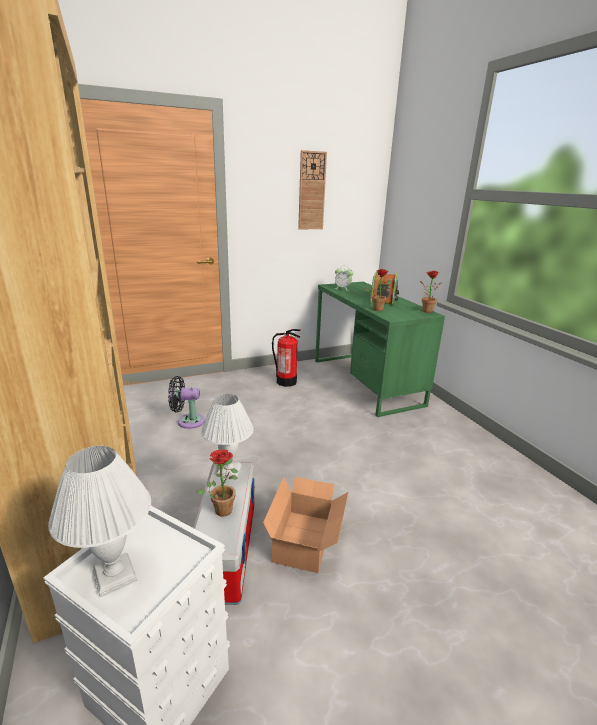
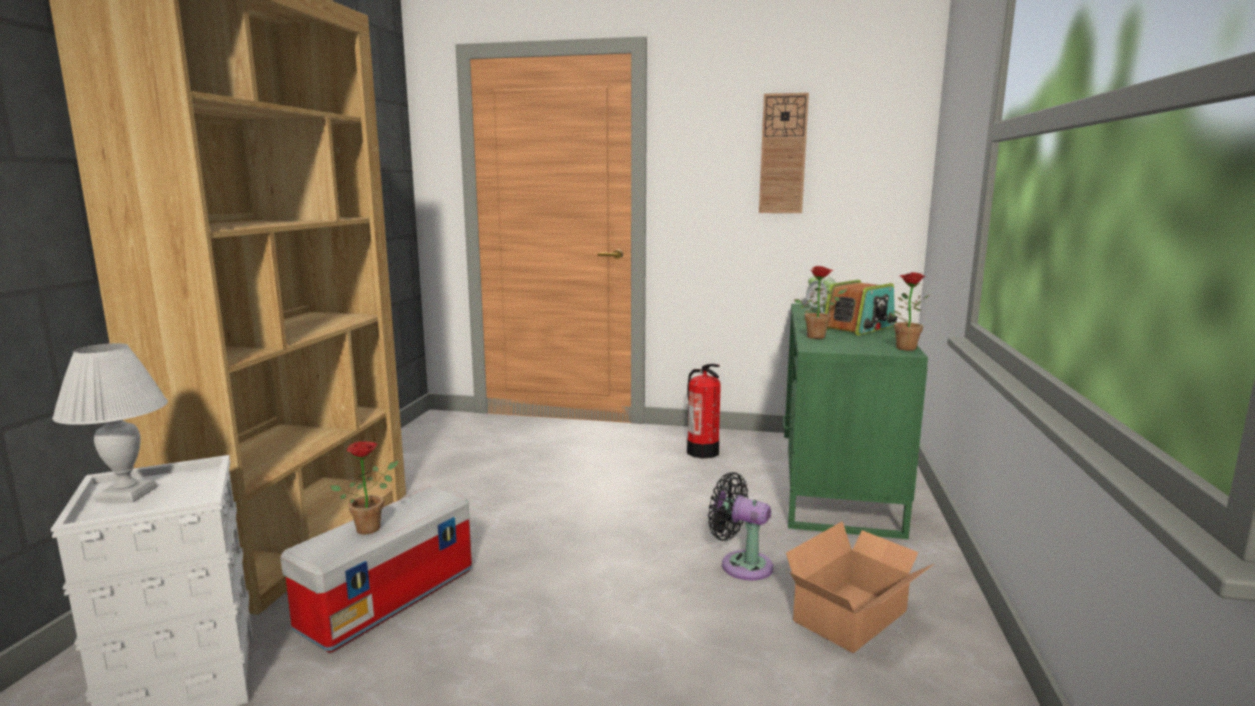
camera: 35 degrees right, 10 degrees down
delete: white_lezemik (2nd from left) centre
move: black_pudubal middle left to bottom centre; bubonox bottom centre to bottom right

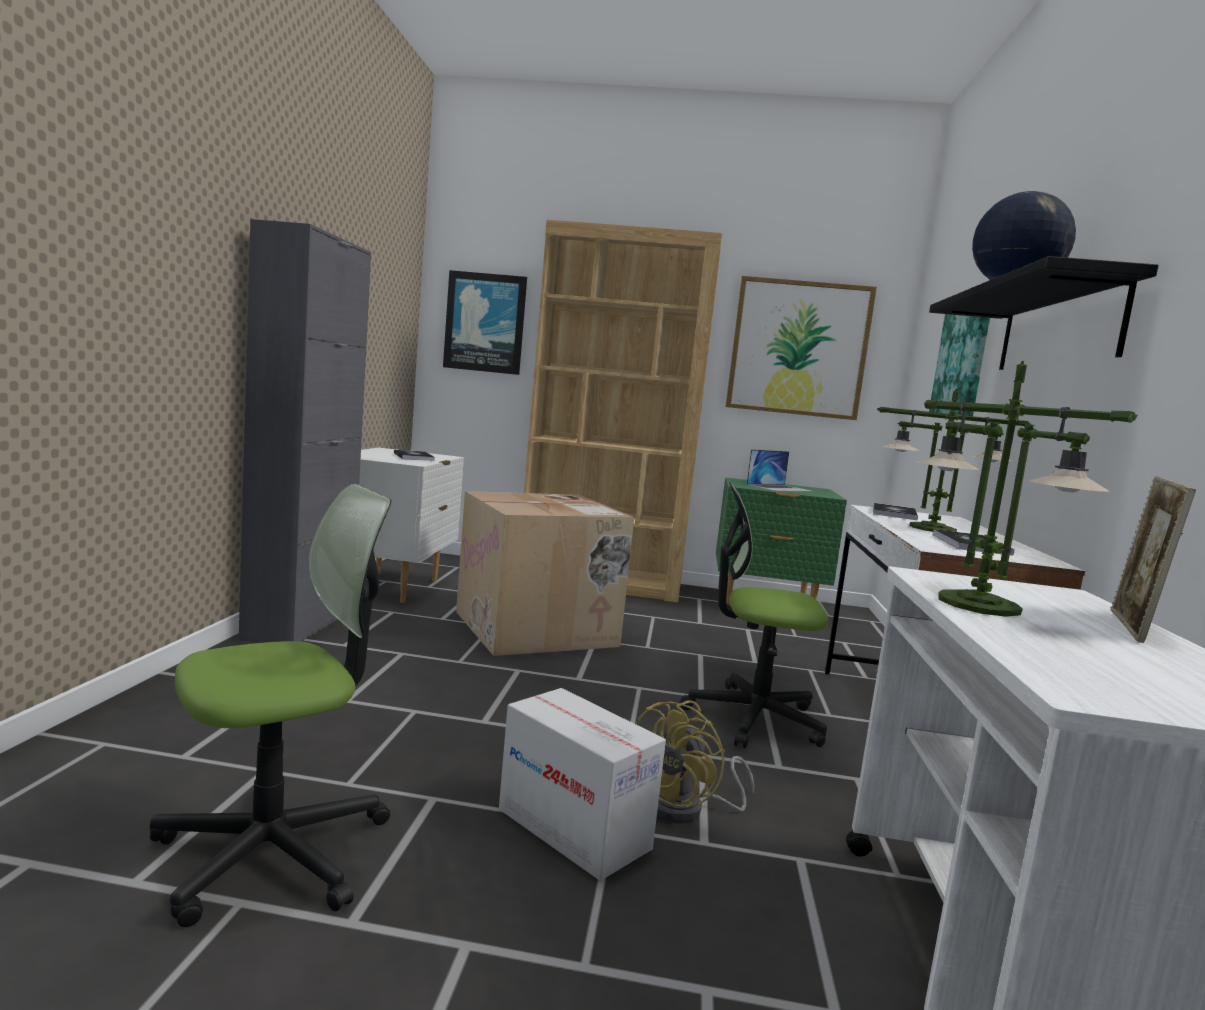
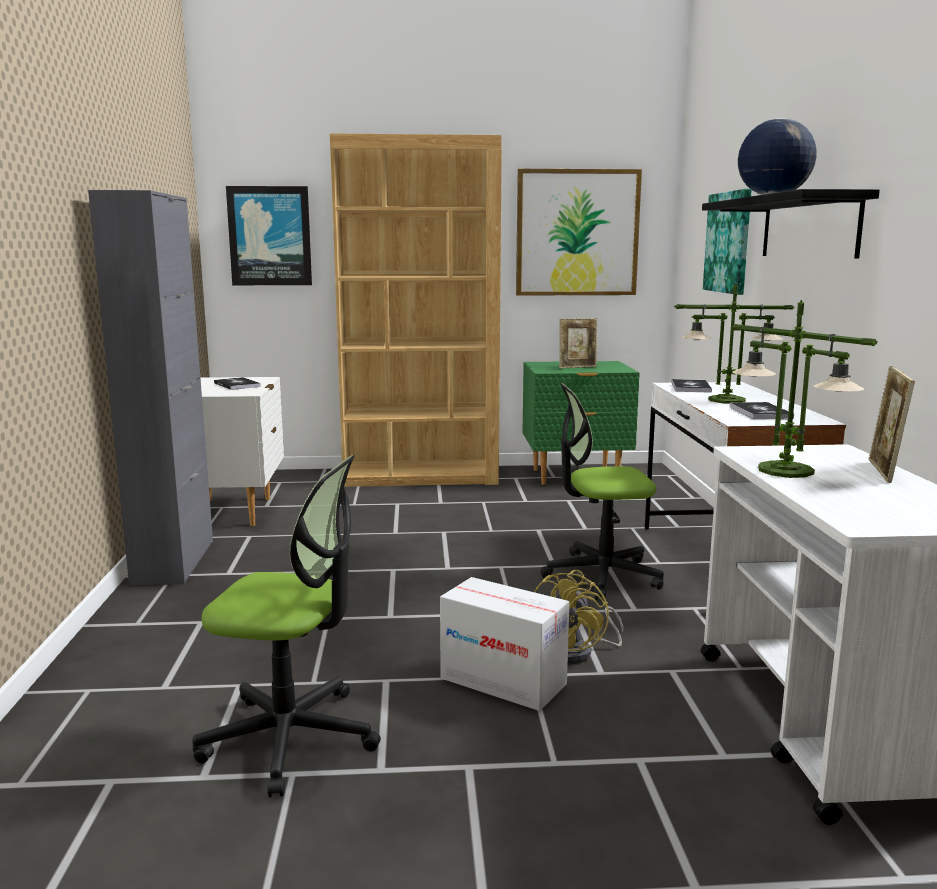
camera: 10 degrees left, 5 degrees up
delete: bubonox (1st from left) centre
replace: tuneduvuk centre to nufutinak (1st from left) centre
rotate: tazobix (1st from left) bottom left = bottom left 60 degrees clockwise

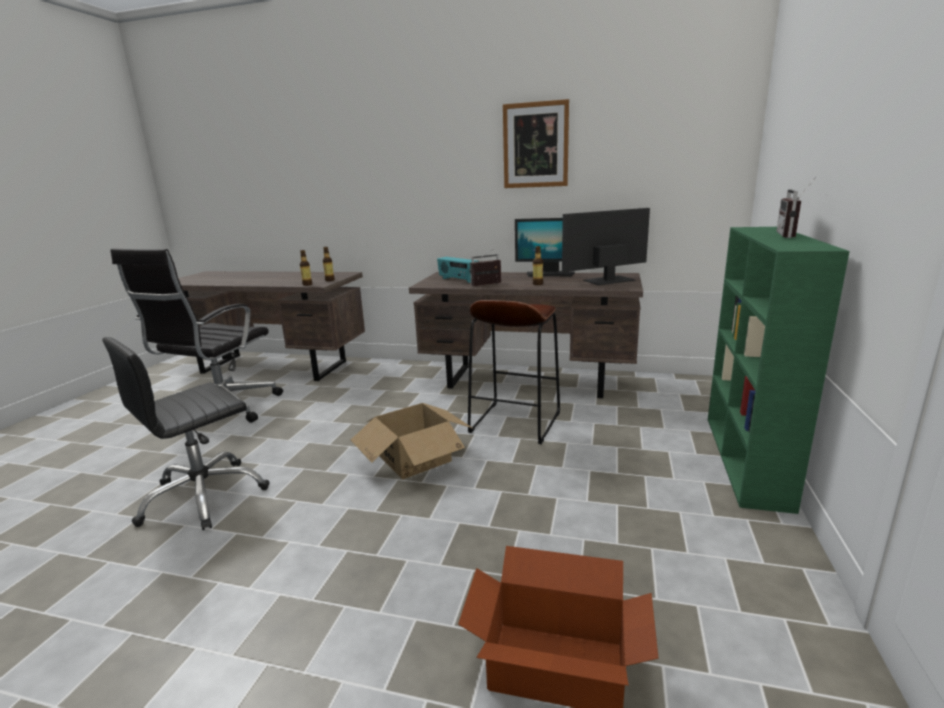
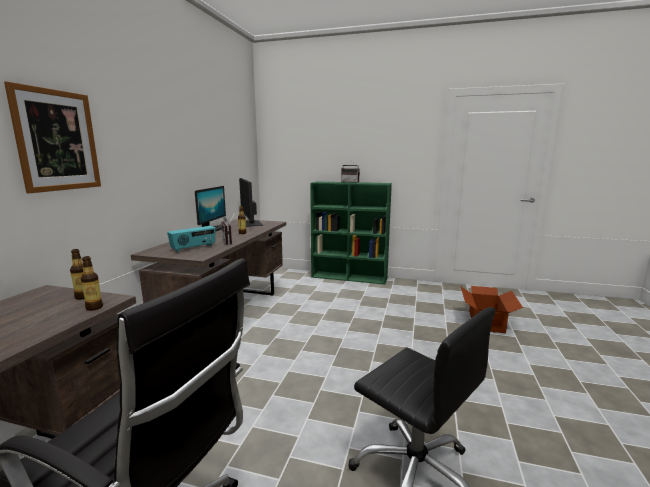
camera: 90 degrees left, 5 degrees down
delete: bubonox (1st from left) centre; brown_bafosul centre
move: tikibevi top centre to top left

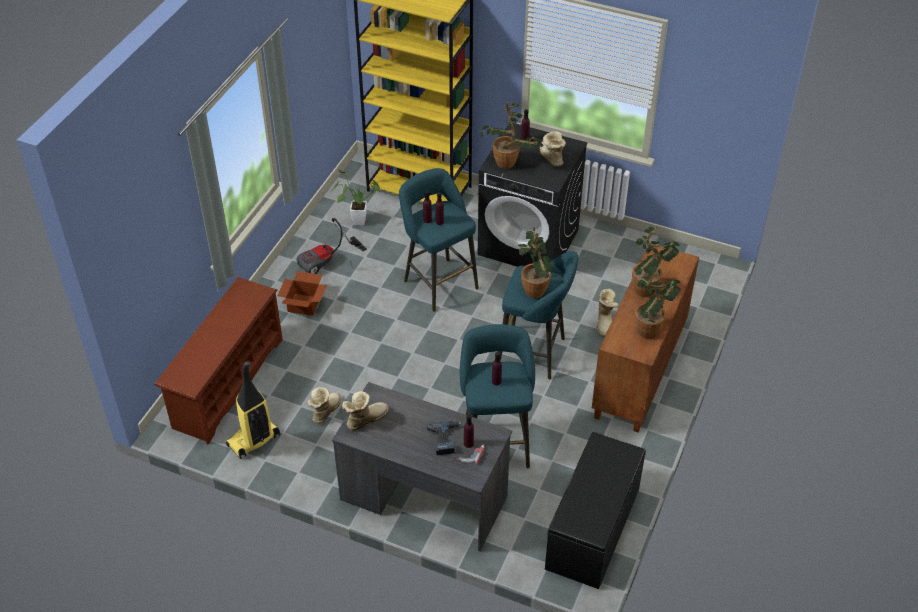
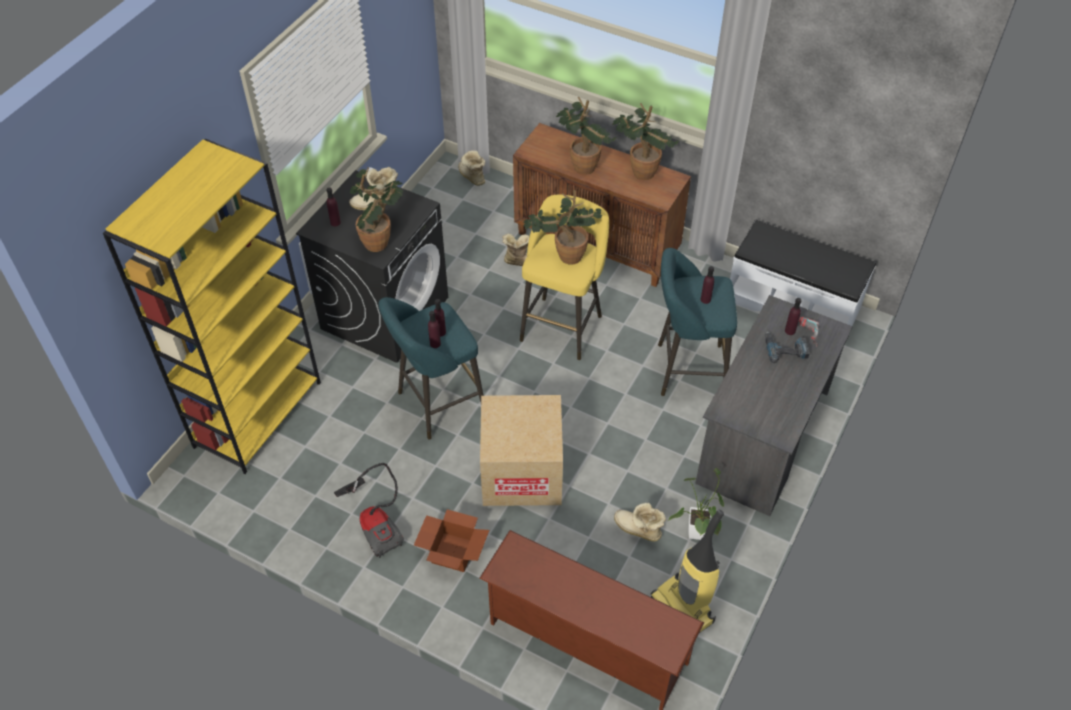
camera: 85 degrees left, 5 degrees up
insert: bubonox (2nd from left) centre
move: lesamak (1st from left in the first image) top centre to lesamak (5th from left) bottom centre; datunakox (2nd from left) bottom centre to top centre
recolor: turquoise_bafosul (3rd from left) centre to yellow_bafosul centre; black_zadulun bottom centre to white_zadulun middle right

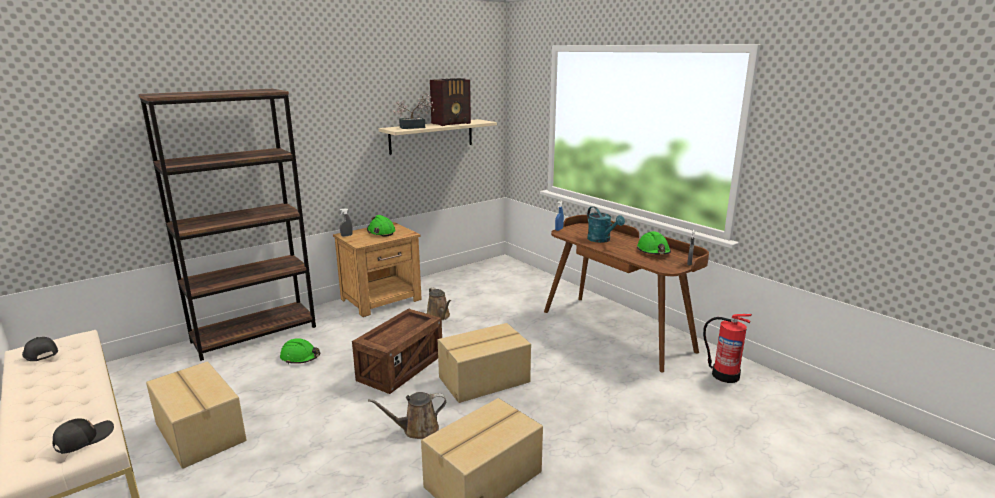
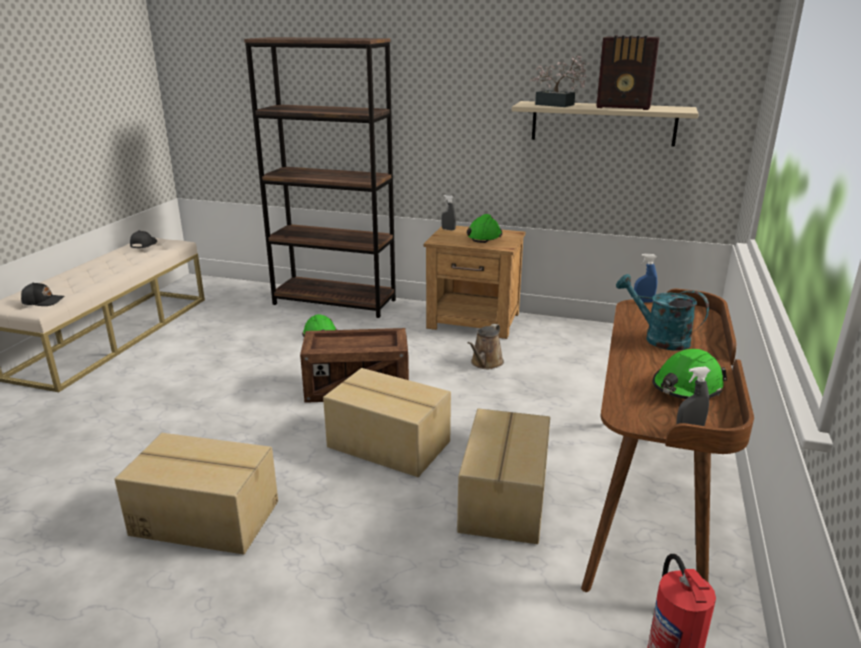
camera: 55 degrees right, 5 degrees up
delete: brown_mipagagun (1st from left) bottom centre
move: bubonox (1st from left in the first image) bottom left to bubonox (3rd from left) bottom centre
rotate: turquoise_mipagagun centre = middle right 105 degrees clockwise

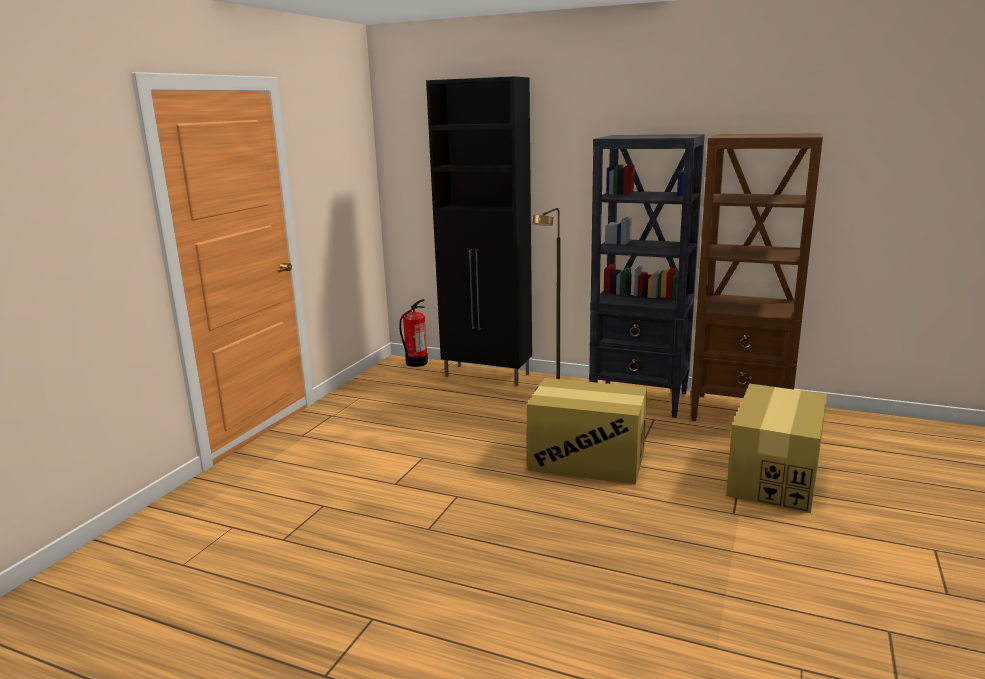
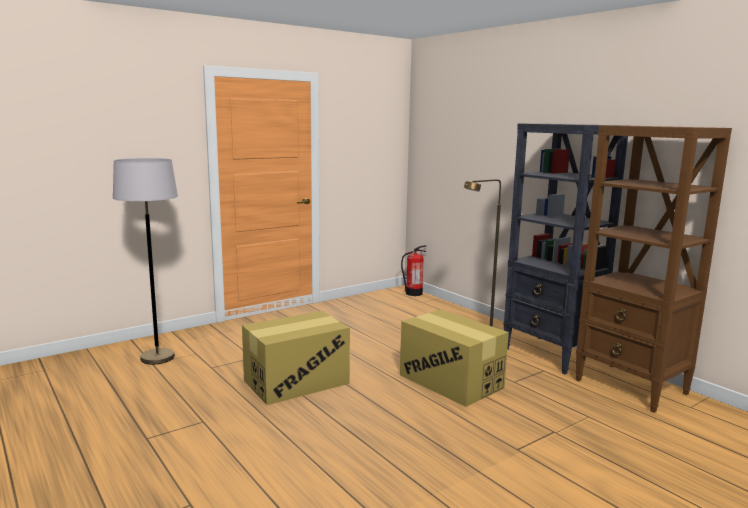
camera: 30 degrees right, 5 degrees down
delete: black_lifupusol centre
insert: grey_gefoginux middle left
move: bubonox (2nd from left in the first image) middle right to bubonox (1st from left) bottom centre

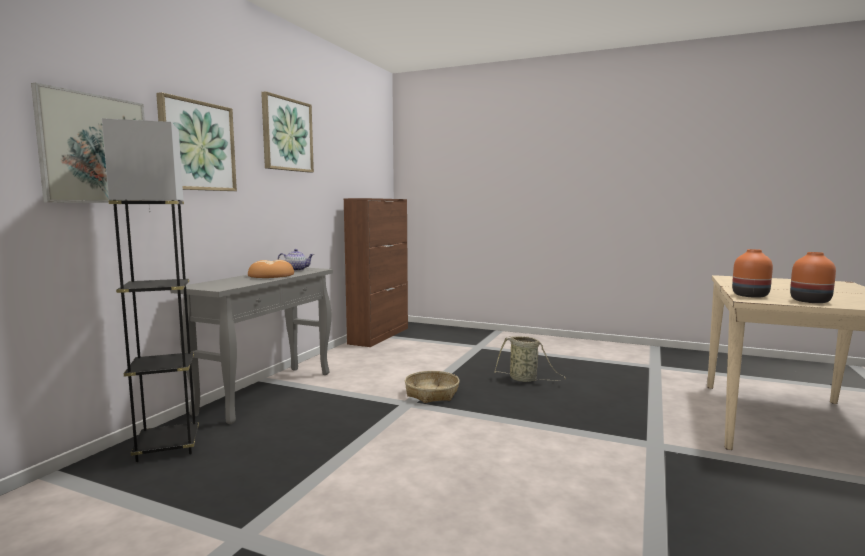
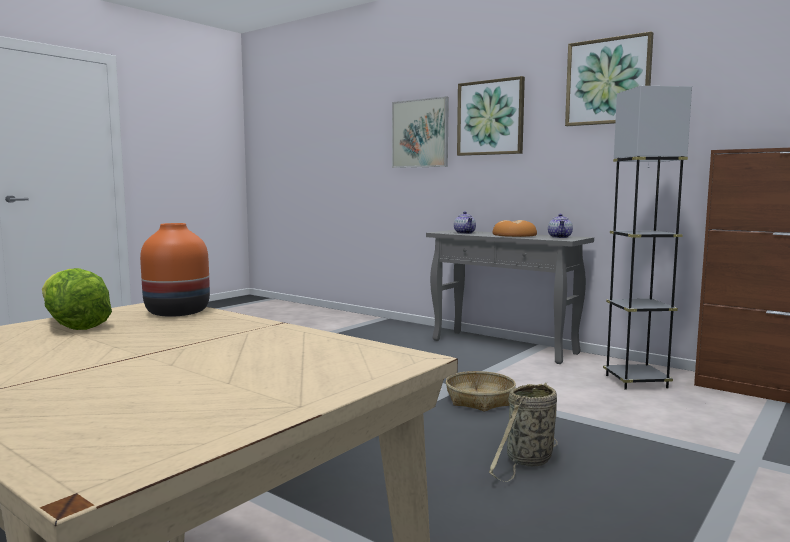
camera: 105 degrees right, 0 degrees up
insert: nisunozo (1st from left) centre
move: grey_gefoginux middle left to middle right
replace: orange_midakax (2nd from left) middle right to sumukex middle left

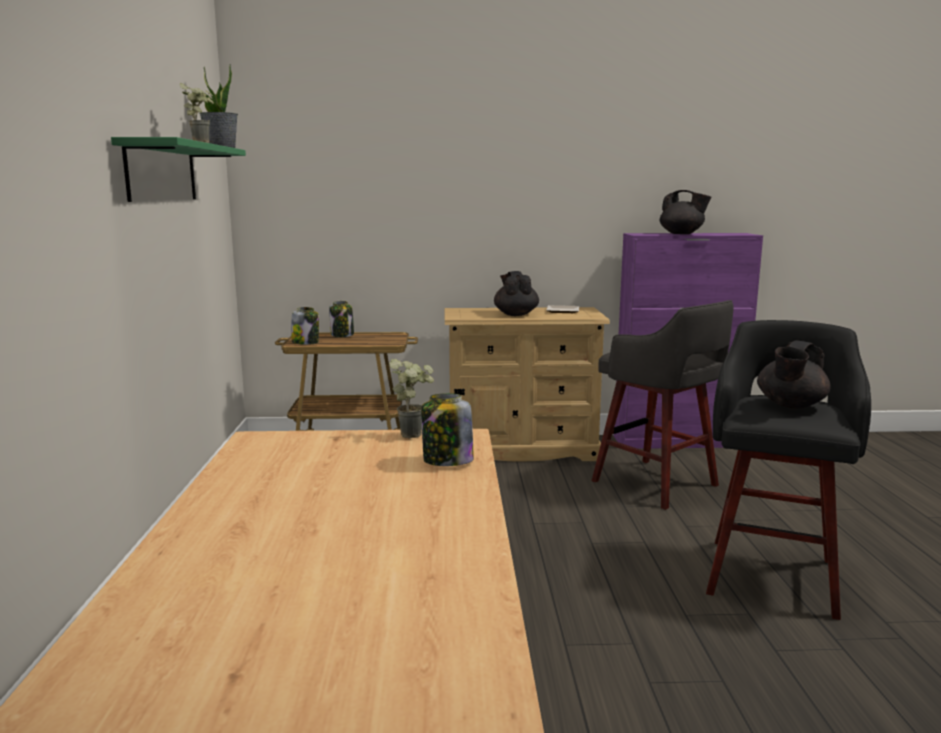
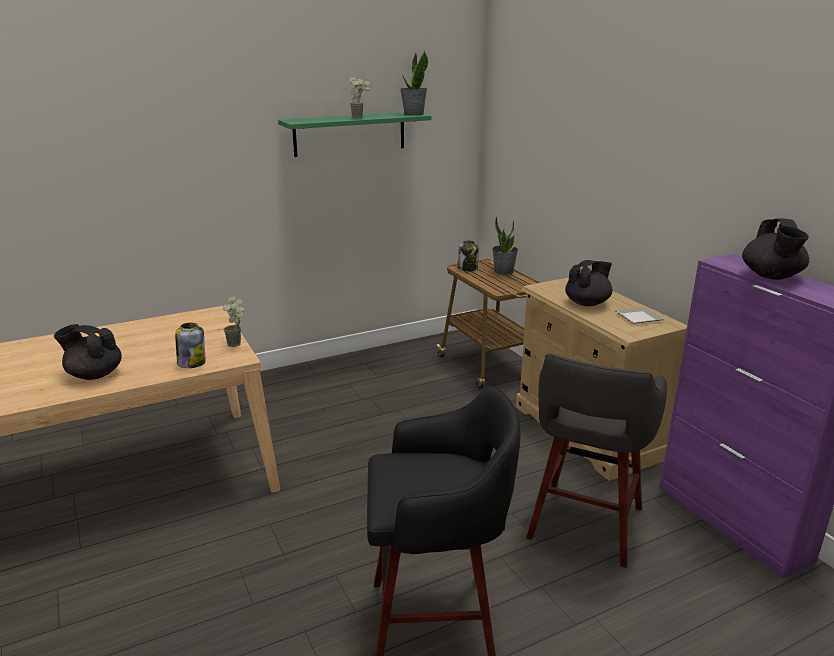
camera: 65 degrees right, 10 degrees up
move: black_nisunozo (3rd from left in the first image) middle right to black_nisunozo (1st from left) middle left
replace: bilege (2nd from left) centre to lesamak (4th from left) centre

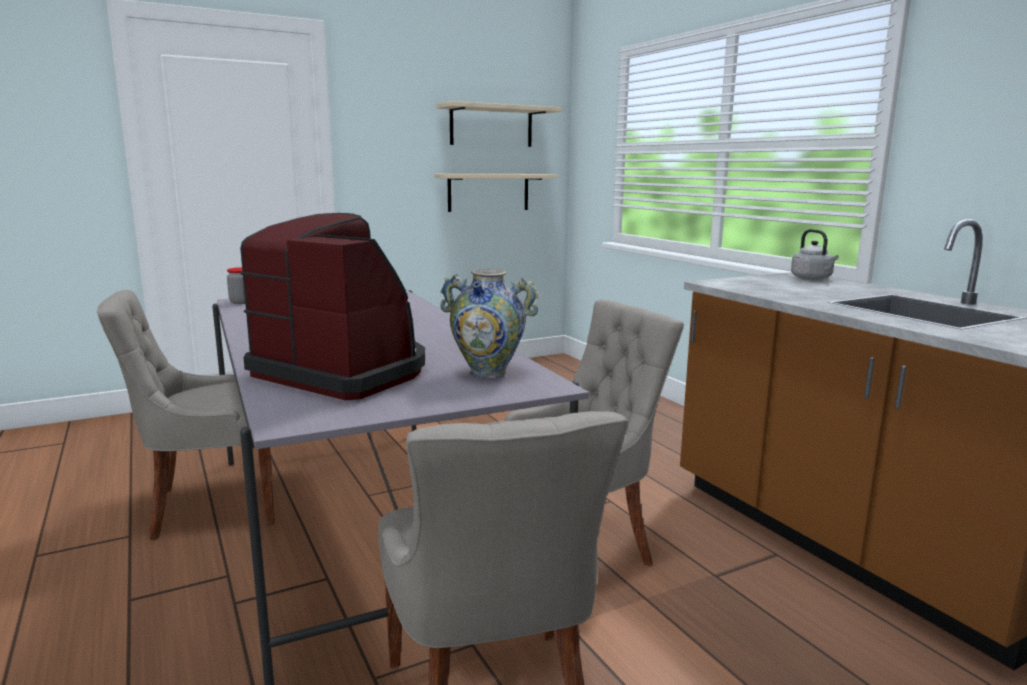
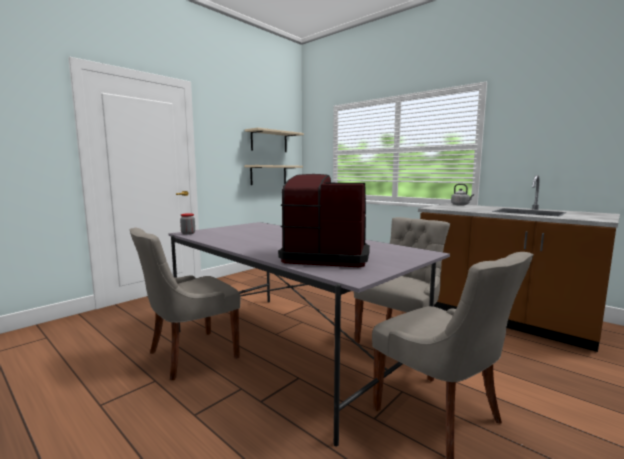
camera: 20 degrees left, 5 degrees down
delete: midakax centre

